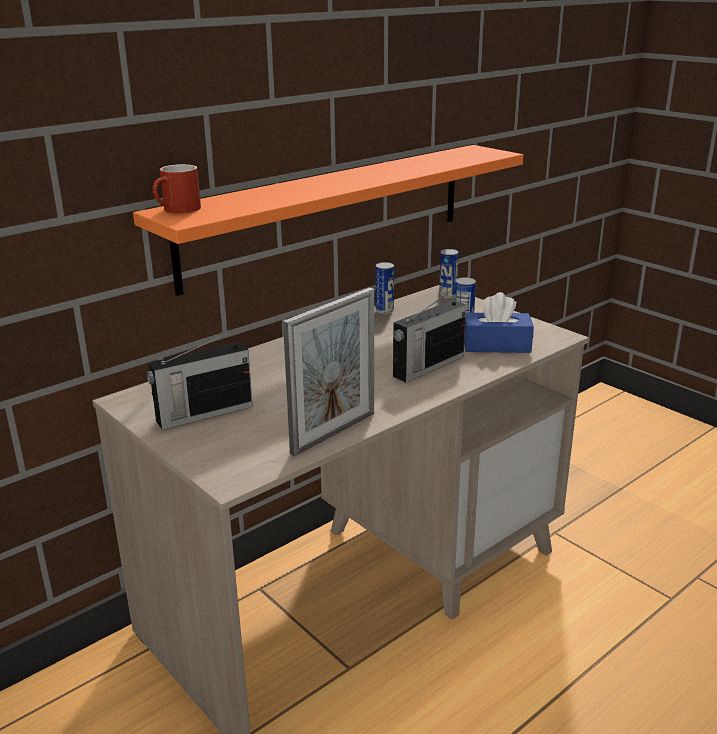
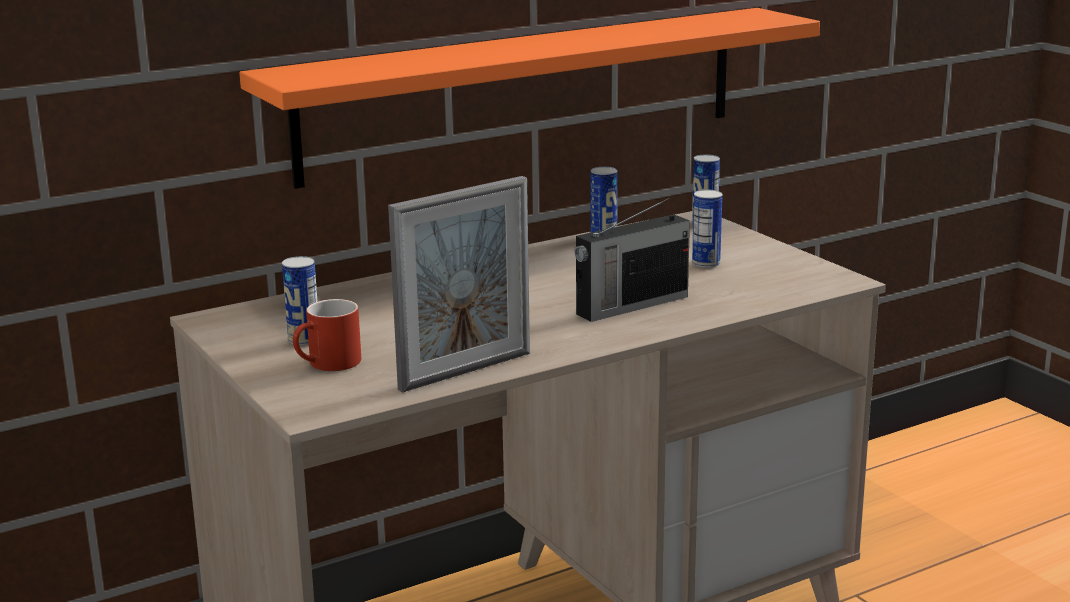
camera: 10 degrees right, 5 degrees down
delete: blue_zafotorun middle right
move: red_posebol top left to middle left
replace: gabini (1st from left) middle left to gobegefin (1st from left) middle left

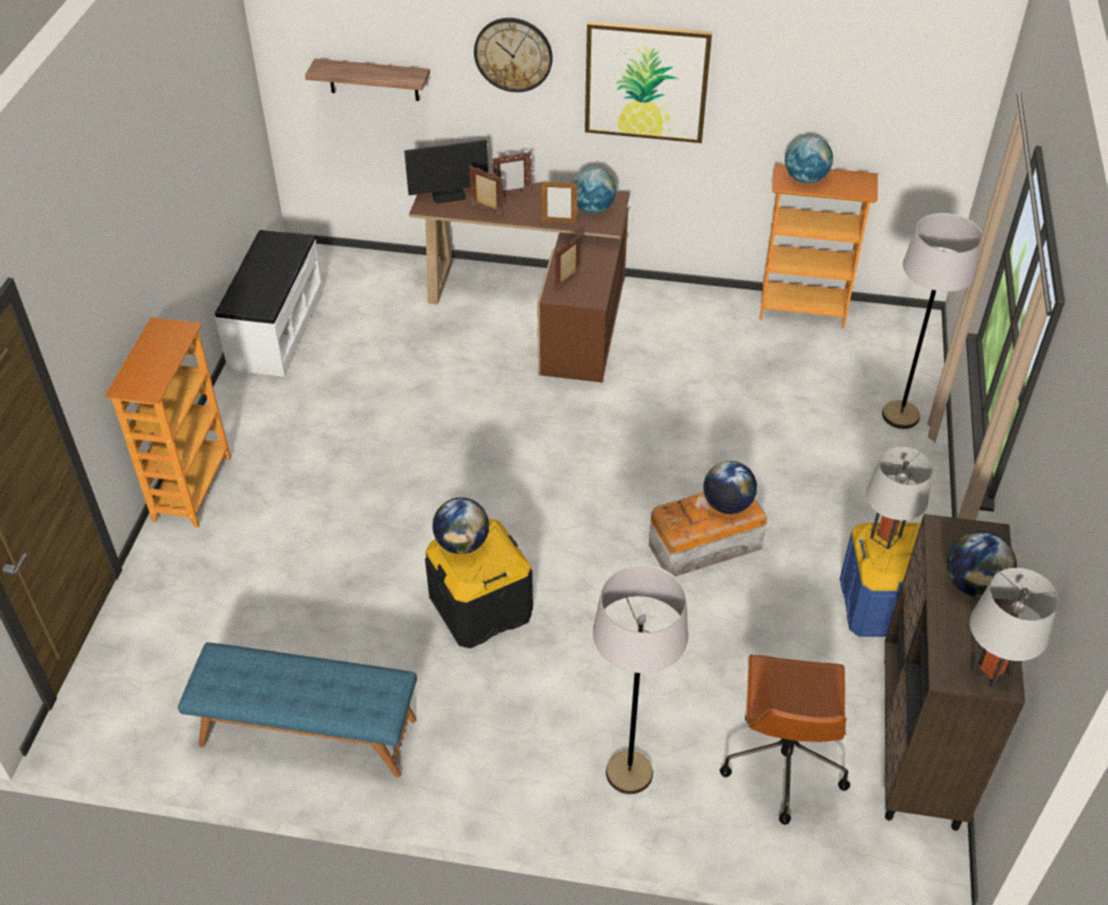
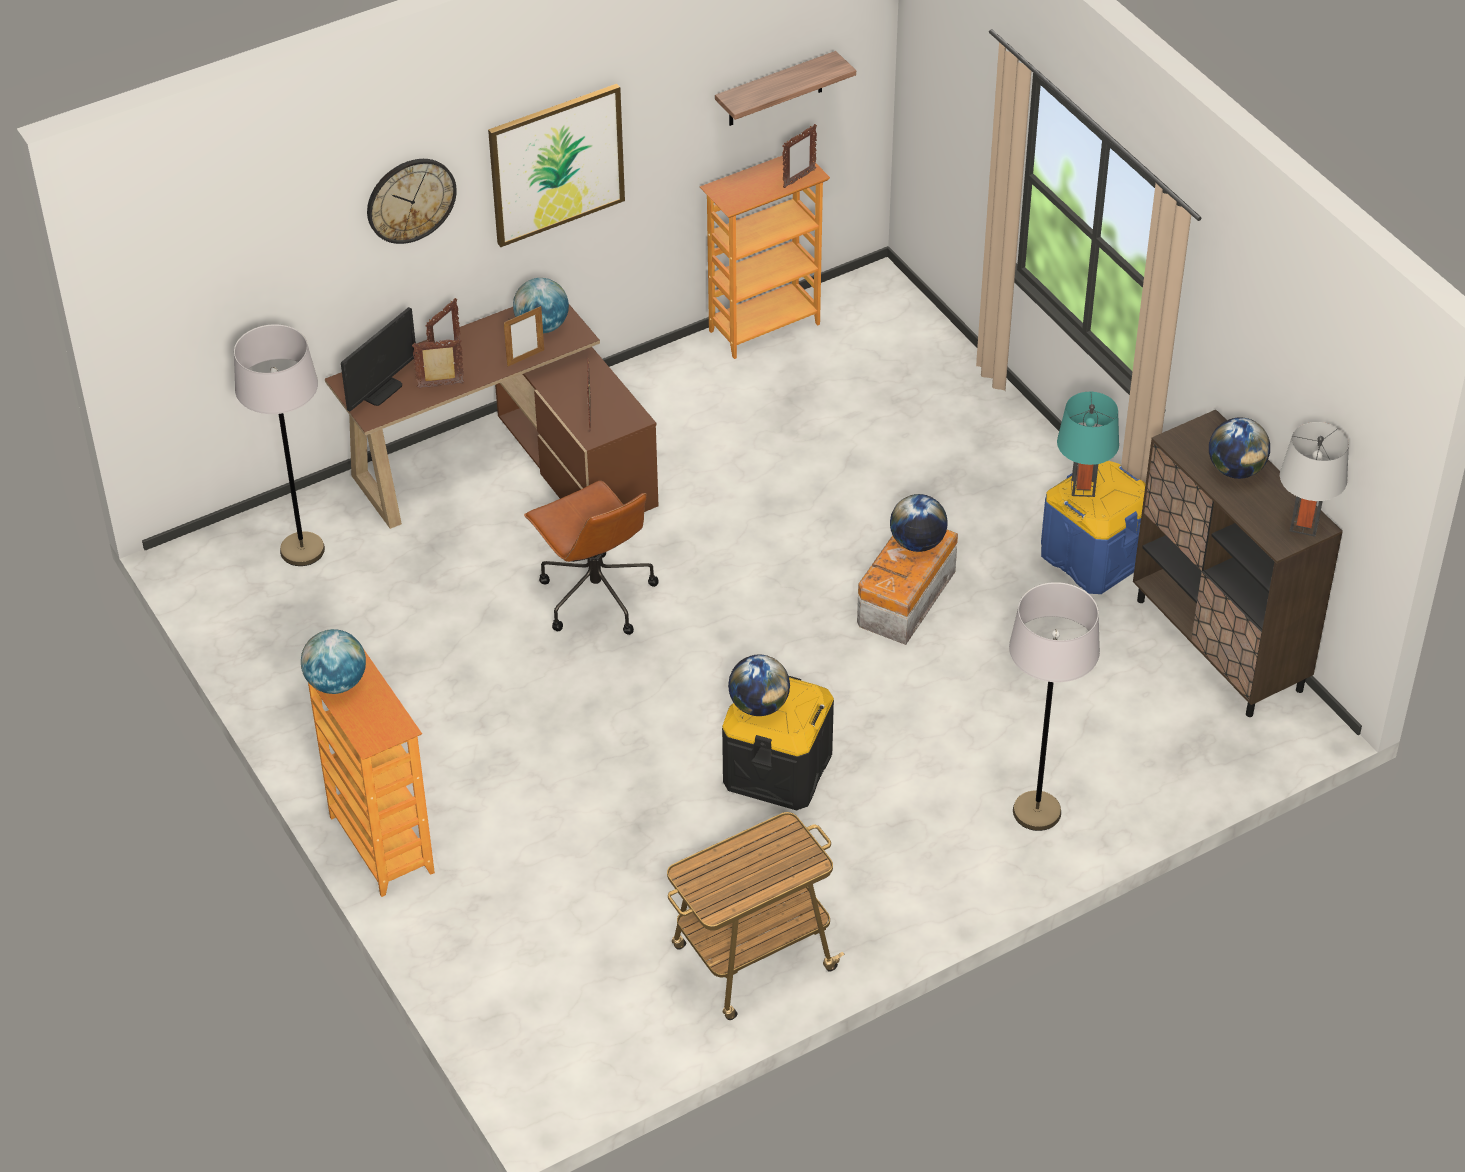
camera: 40 degrees left, 0 degrees up
delete: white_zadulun middle left
insert: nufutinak (5th from left) top centre
move: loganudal top left to top centre; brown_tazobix bottom right to centre; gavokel (4th from left in the first image) top right to gavokel (1st from left) middle left; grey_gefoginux (2nd from left in the first image) middle right to grey_gefoginux (1st from left) middle left
replace: blue_zadulun bottom left to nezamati bottom centre
recolor: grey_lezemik (1st from left) middle right to turquoise_lezemik middle right

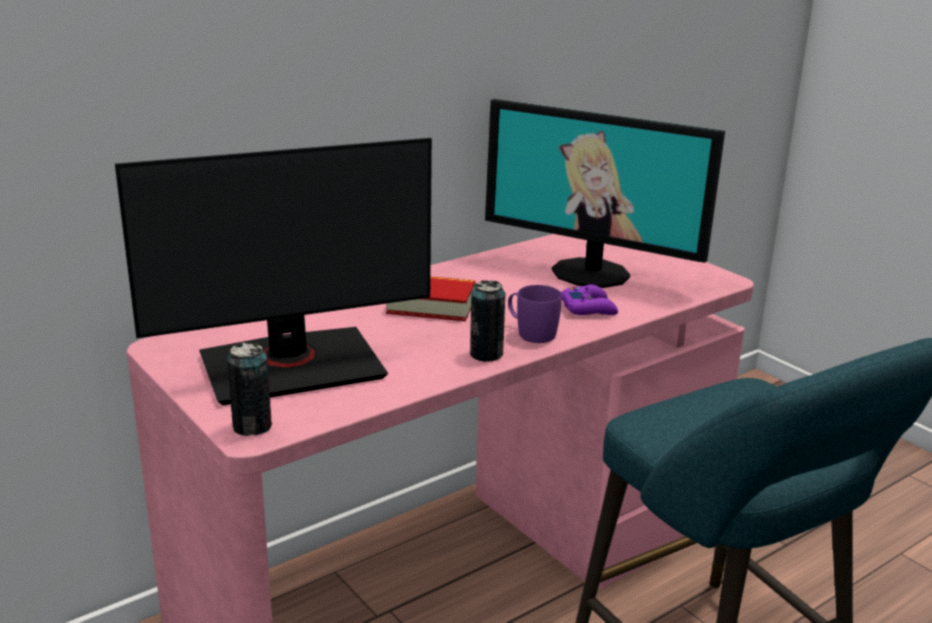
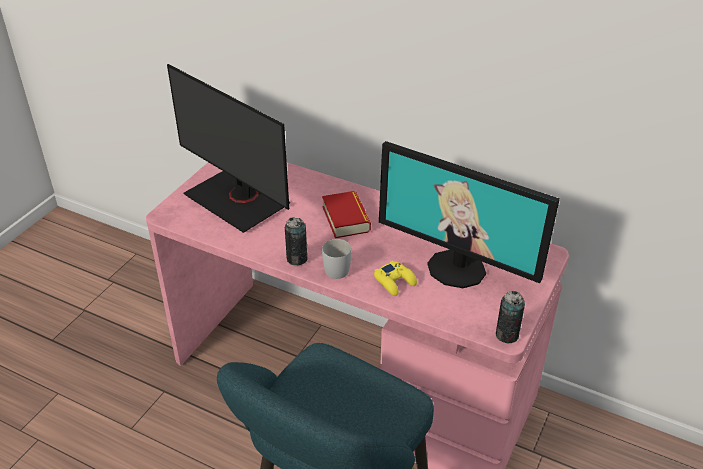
camera: 65 degrees right, 15 degrees up
move: gobegefin (1st from left in the first image) middle left to gobegefin (2nd from left) bottom right
recolor: purple_posebol centre to white_posebol centre; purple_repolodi centre to yellow_repolodi centre
rotate: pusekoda (2nd from left) top centre = middle right 60 degrees counterclockwise

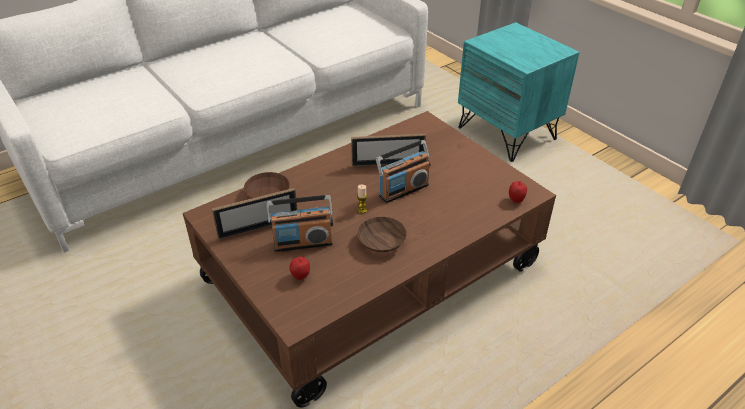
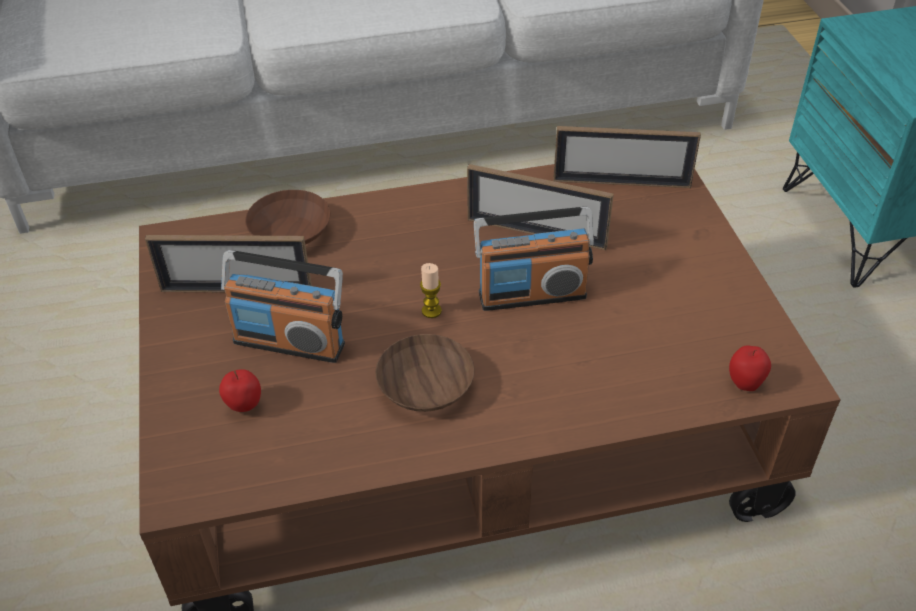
camera: 25 degrees right, 5 degrees up
insert: nufutinak (3rd from left) top right

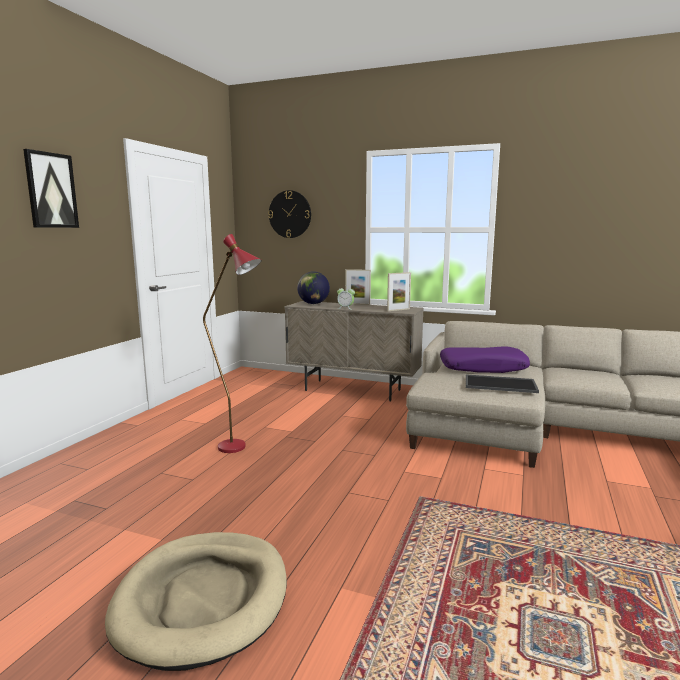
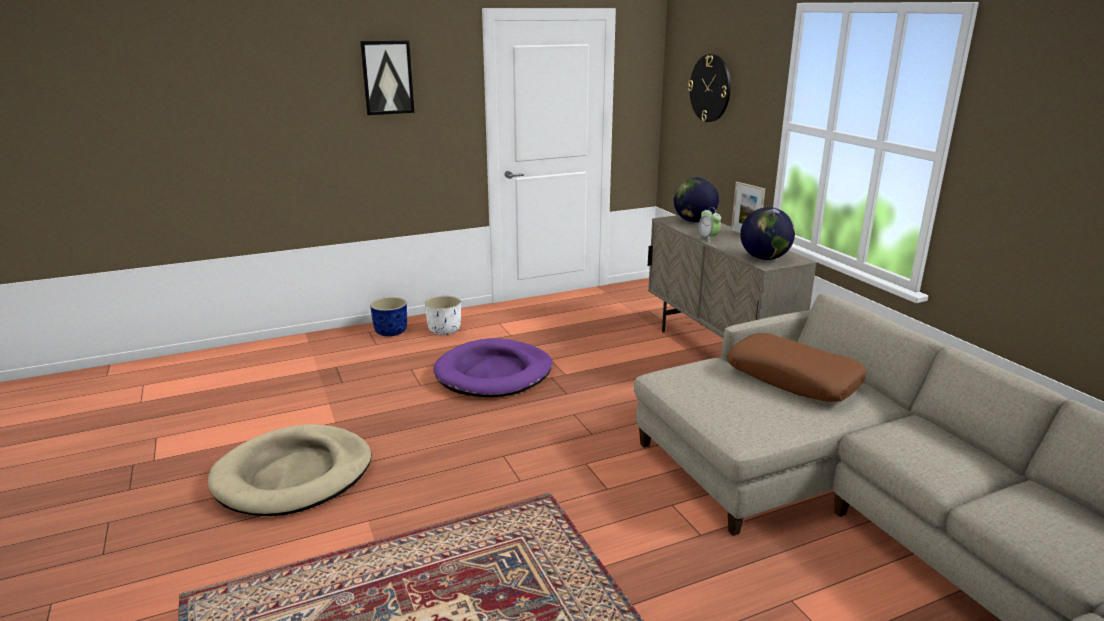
camera: 45 degrees right, 10 degrees up
delete: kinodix middle right
insert: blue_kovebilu centre; white_kovebilu centre
replace: red_gefoginux centre to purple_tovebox centre; nufutinak (2nd from left) centre to gavokel (2nd from left) middle right
recolor: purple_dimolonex middle right to brown_dimolonex middle right

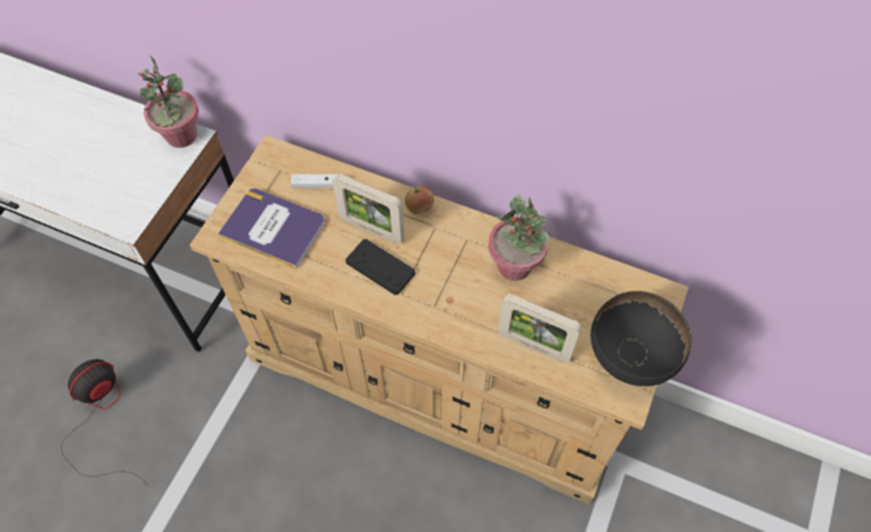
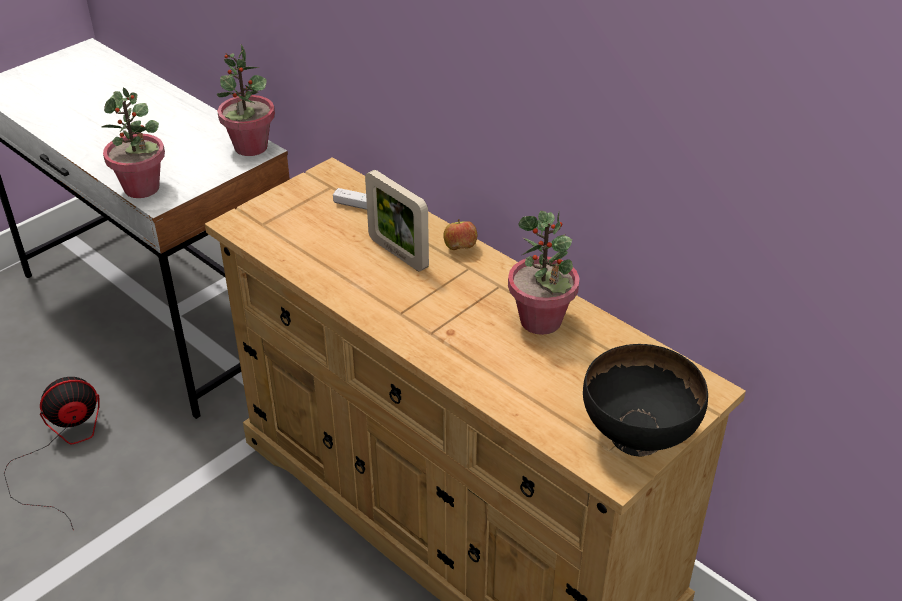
camera: 20 degrees right, 20 degrees down
delete: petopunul middle left; black_repolodi centre; nufutinak (2nd from left) centre
insert: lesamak (1st from left) top left

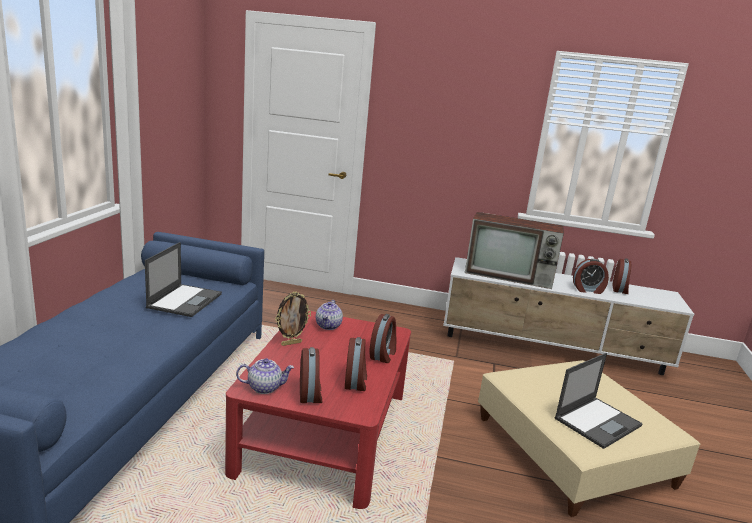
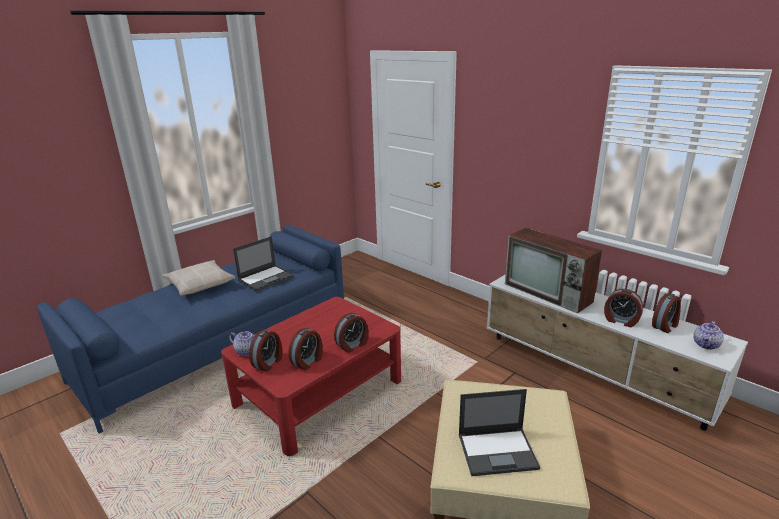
camera: 35 degrees right, 5 degrees up
delete: nufutinak centre
insert: beige_dimolonex middle left
move: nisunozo (2nd from left) centre to middle right

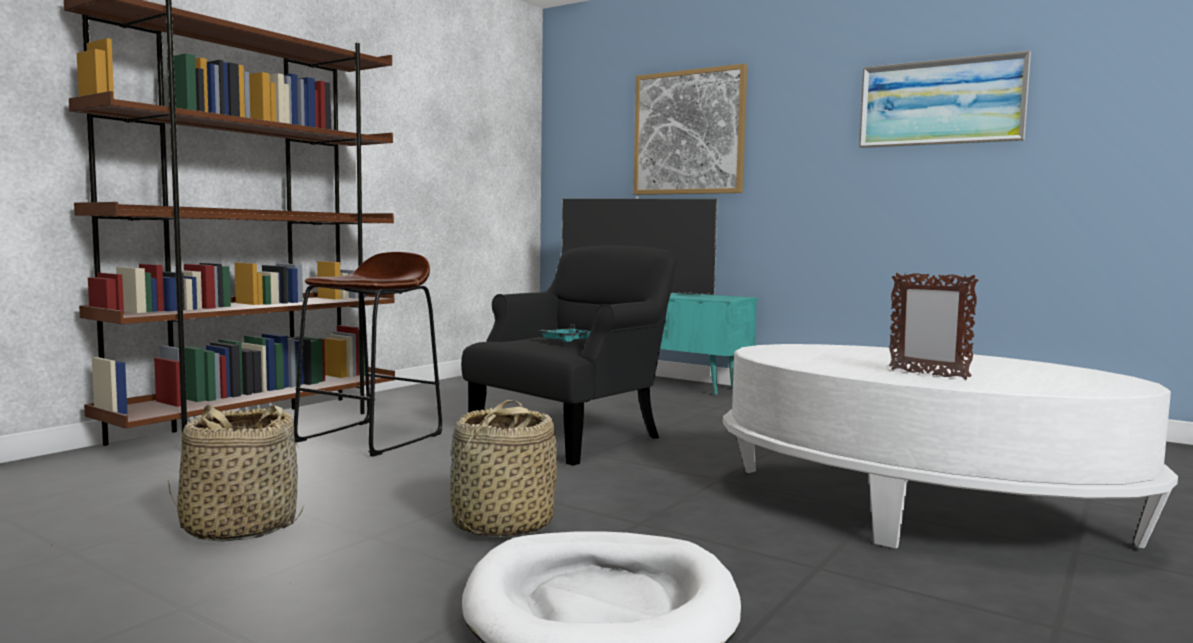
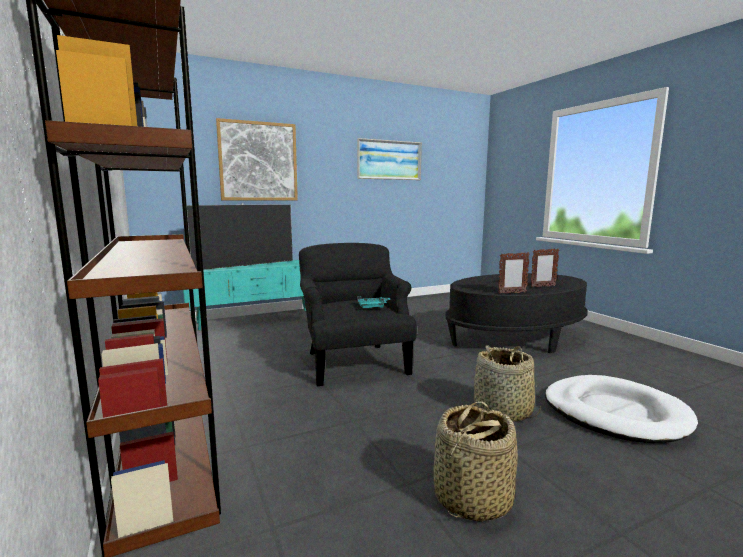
camera: 60 degrees left, 5 degrees up
delete: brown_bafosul middle left
insert: nufutinak (1st from left) middle right
recolor: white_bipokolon bottom right to black_bipokolon middle right

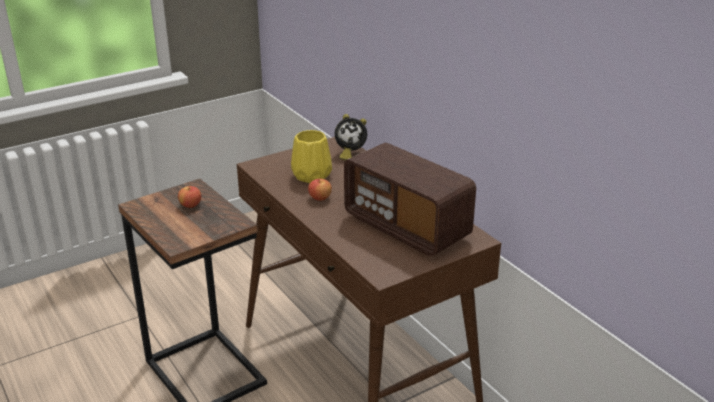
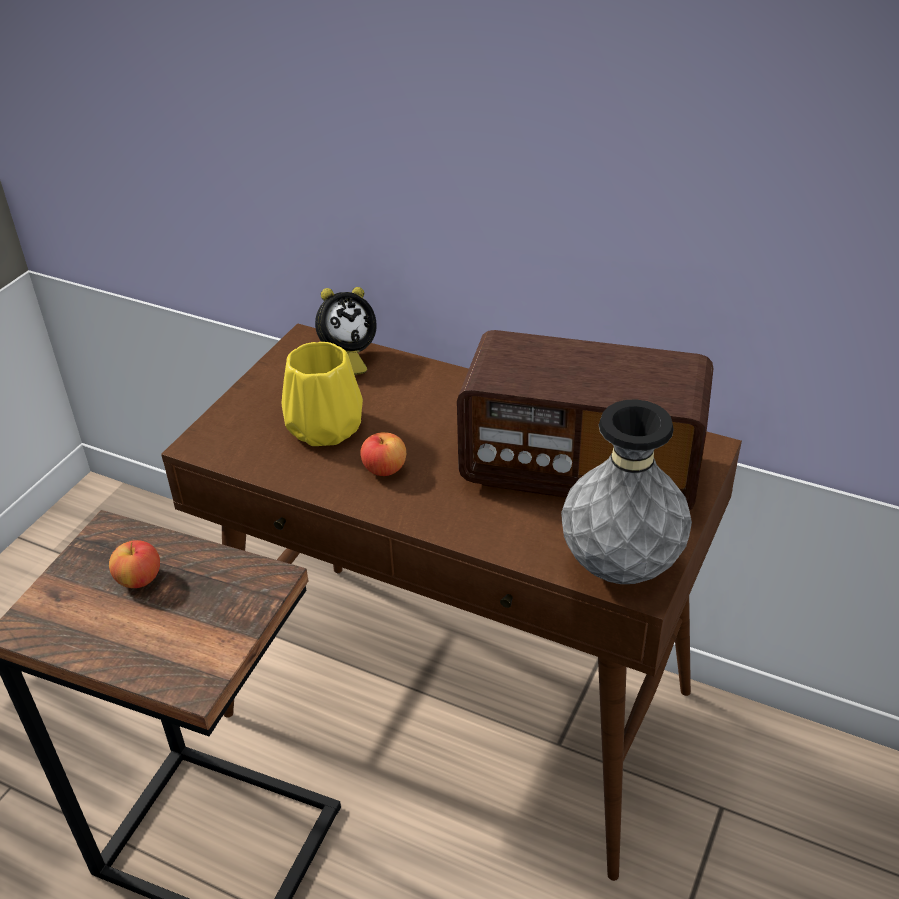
camera: 30 degrees left, 10 degrees up
insert: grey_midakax middle right

